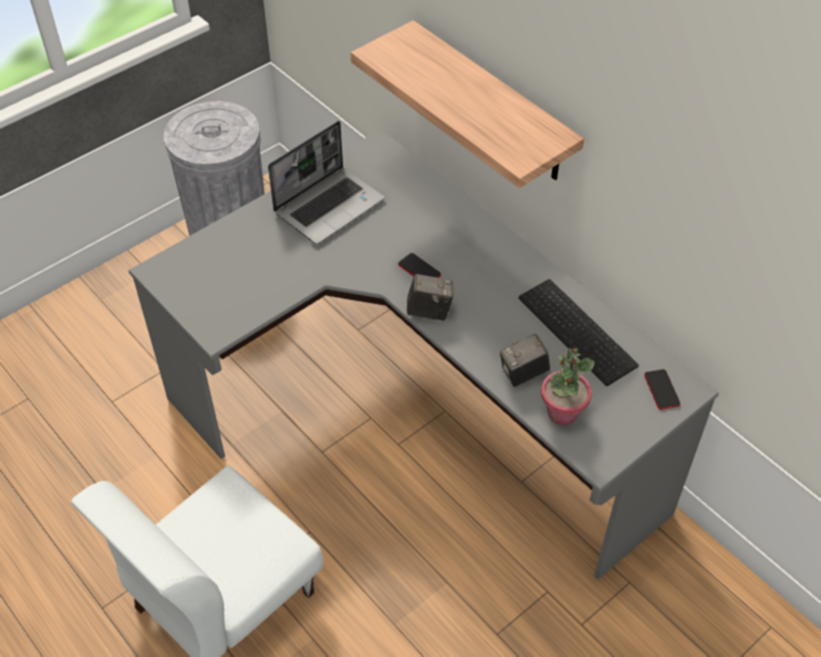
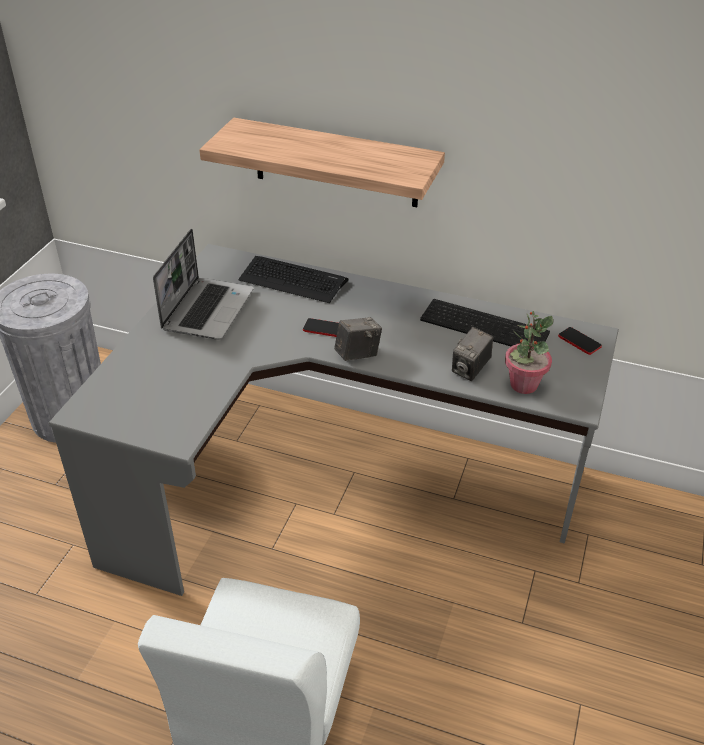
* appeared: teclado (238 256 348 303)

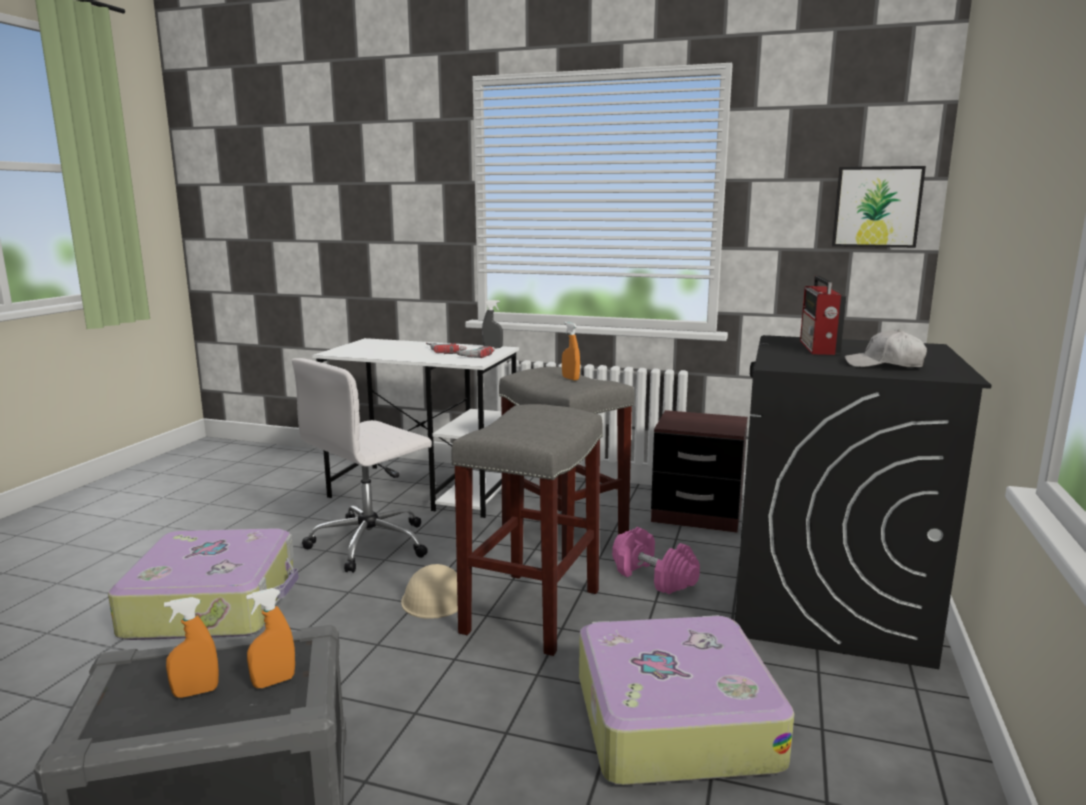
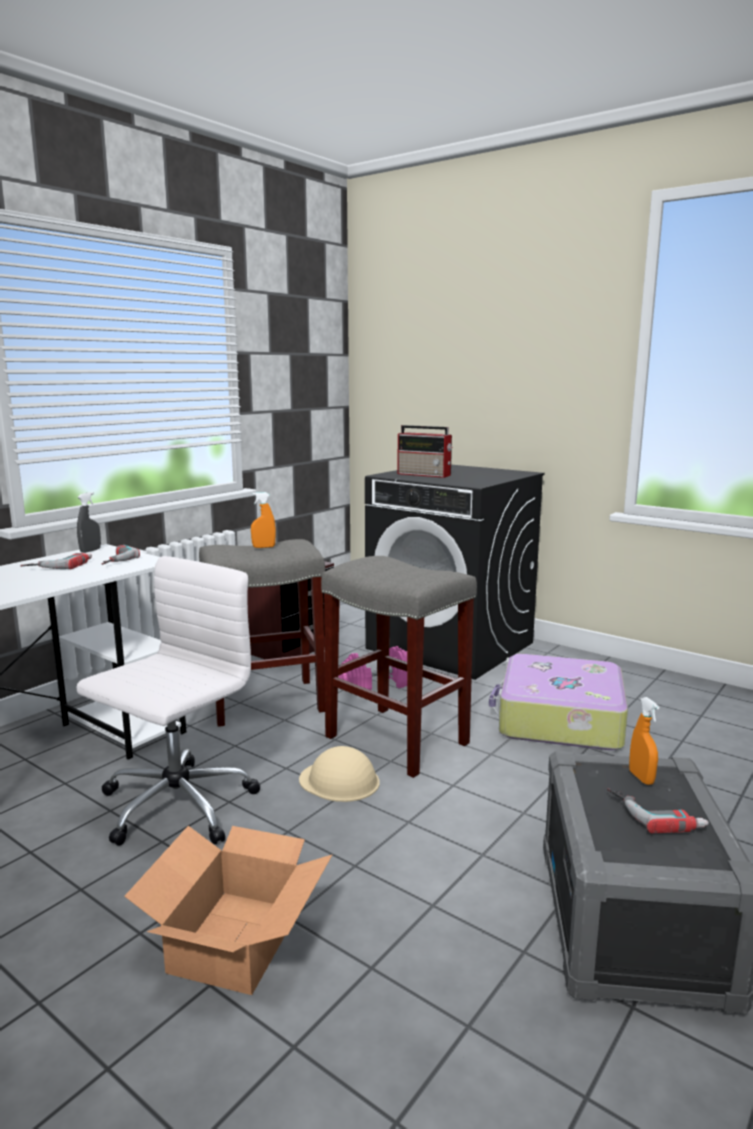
* spun: silla de oficina [blanco] (292 358 432 573) = (77 556 260 846) 120 degrees counterclockwise
* exchanged: maleta (108 528 299 640) to caja de cartón (124 826 332 995)
* exchanged: pulverizador [naranja] (164 597 219 698) to taladro (607 788 709 833)
* missing: cuadro (832 166 926 248)
* missing: gorra [blanco] (844 329 927 367)

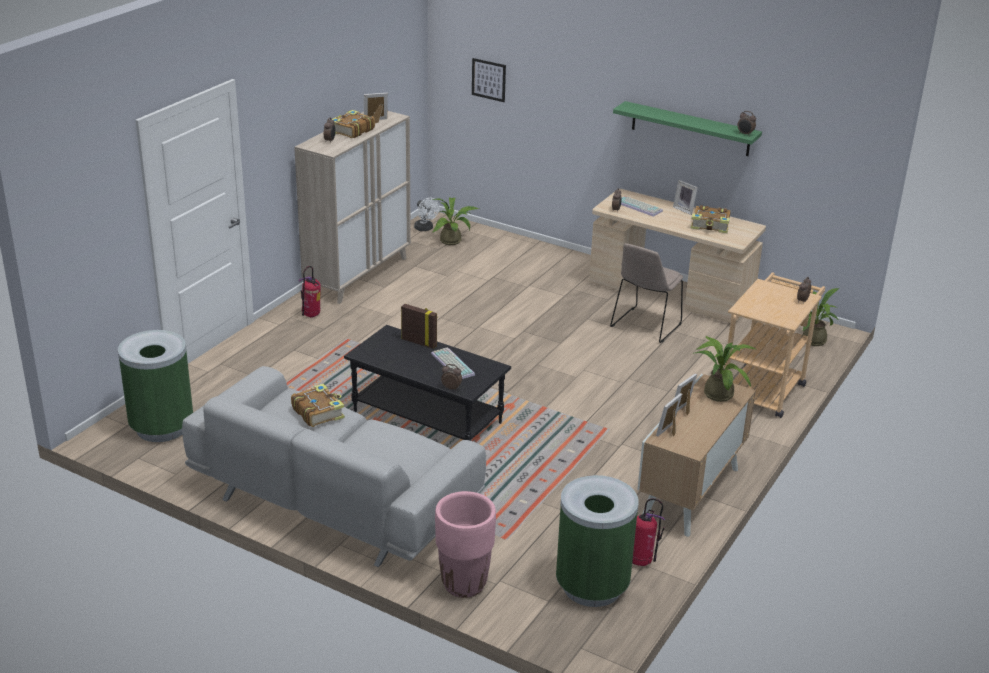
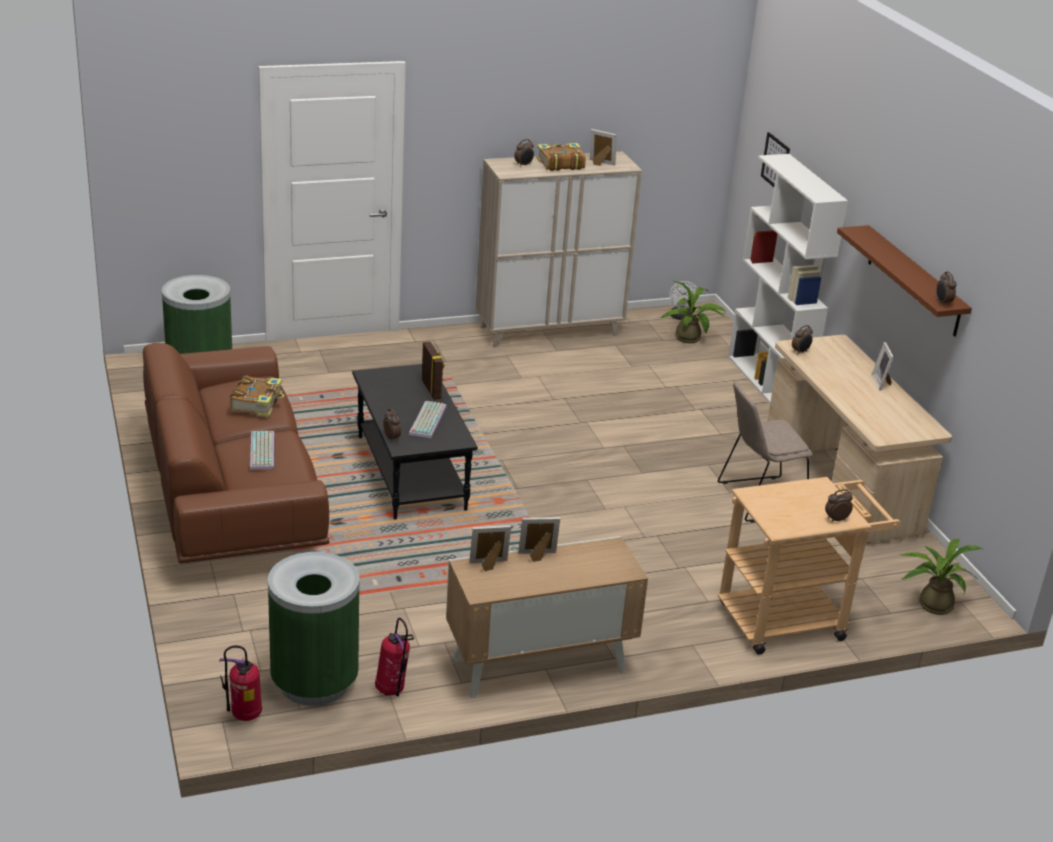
* colour: sofá [gris] (182 366 486 567) to sofá [marrón] (143 343 330 564)
* relocated: extintor (298 266 321 317) to (219 645 262 721)
* relocated: teclado (621 196 663 217) to (250 431 274 469)
* appeared: estantería [blanco] (728 154 848 403)
* colour: estante [verde] (613 101 762 156) to estante [marrón] (837 225 972 337)
* missing: maceta [rosa] (435 491 496 598)
* missing: libro (691 205 731 233)
* missing: planta en maceta (695 336 757 402)

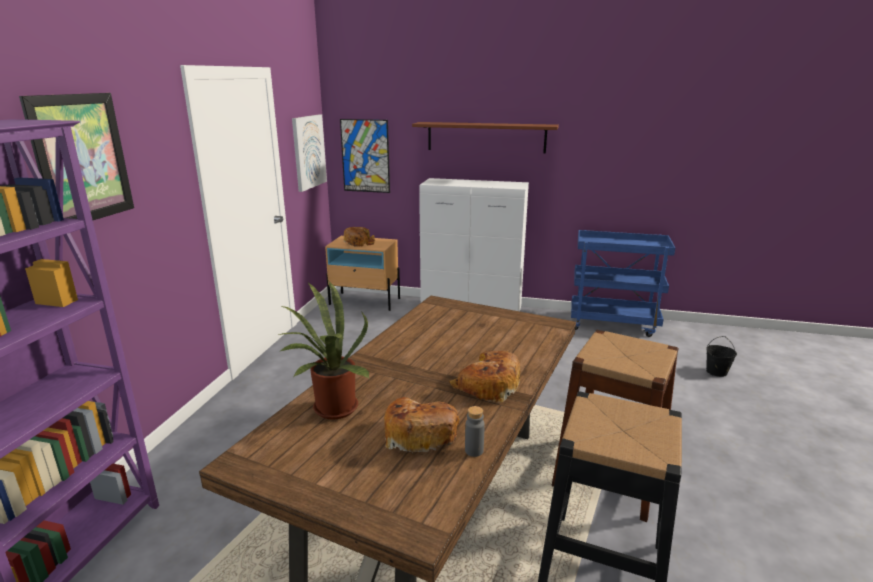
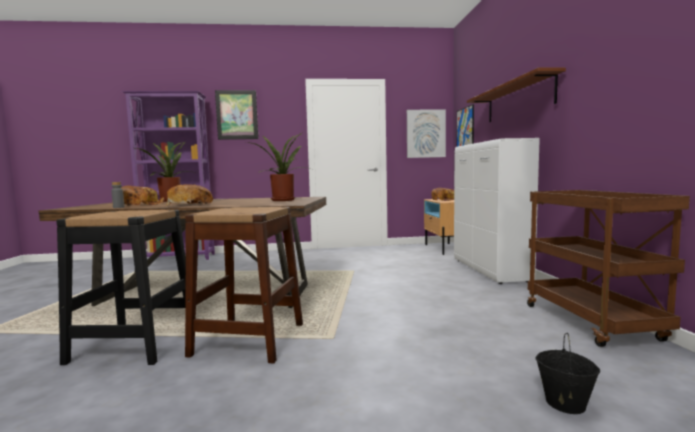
* appeared: planta en maceta (246 134 307 201)
* colour: carrito [azul] (571 230 675 337) to carrito [marrón] (527 190 690 347)

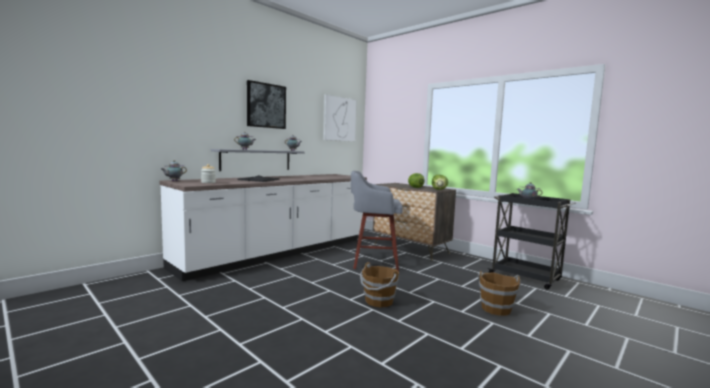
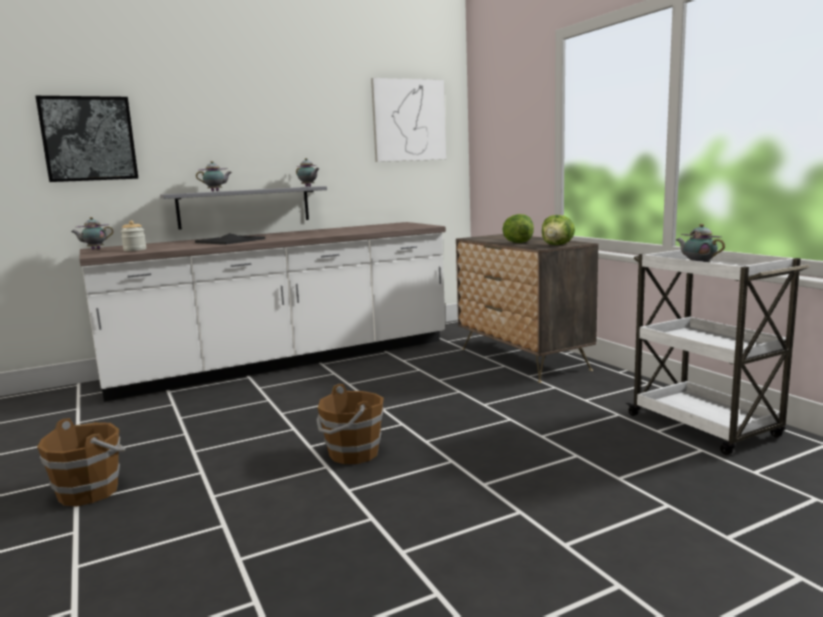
* relocated: cuadro (247 80 286 129) to (36 96 139 182)
* relocated: cubo [marrón] (478 271 521 316) to (37 418 125 507)
* colour: carrito [negro] (487 193 576 290) to carrito [blanco] (626 250 810 455)
* missing: taburete [gris] (351 171 403 271)

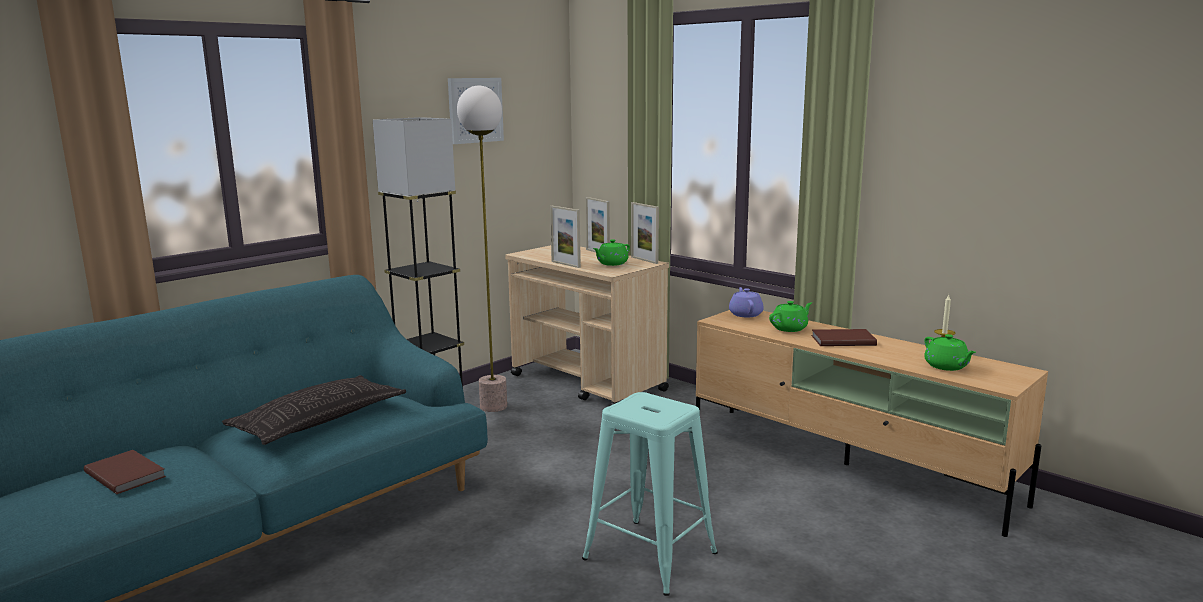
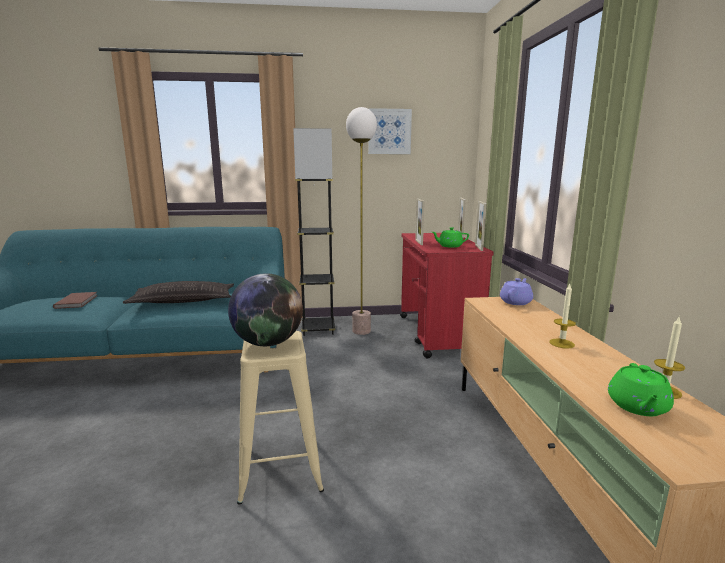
* appeared: globo terráqueo (228 273 303 346)
* colour: taburete [turquesa] (582 392 718 596) to taburete [beis] (237 331 324 505)
* colour: carrito [beis] (505 245 669 406) to carrito [rojo] (400 233 494 358)
* exchanged: libro [marrón] (811 329 877 346) to vela (549 284 576 349)
* missing: tetera [verde] (769 301 812 332)

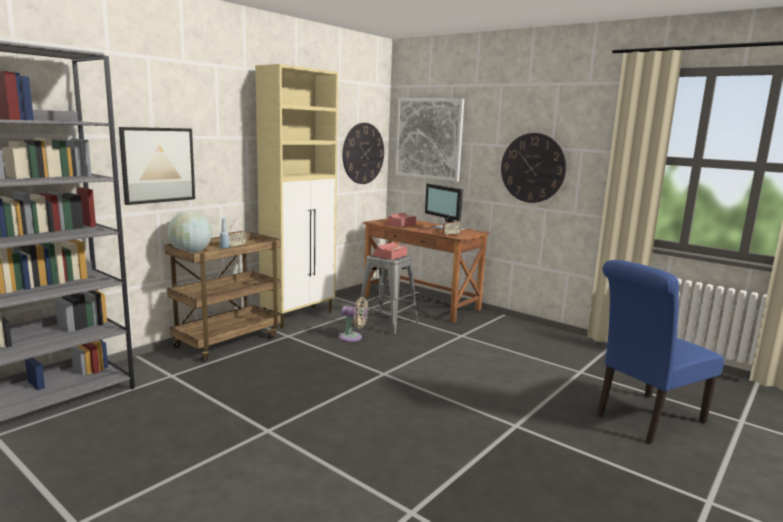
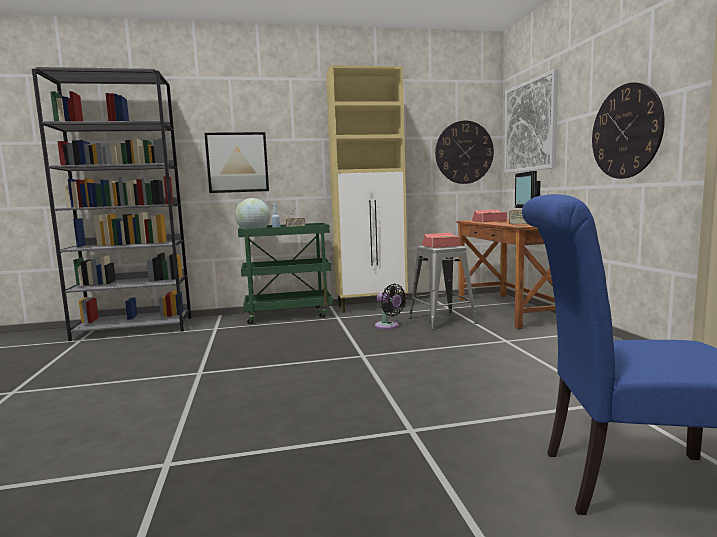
* colour: carrito [marrón] (165 232 281 362) to carrito [verde] (238 223 333 324)
* colour: ventilador [beis] (339 297 368 342) to ventilador [negro] (375 284 406 329)

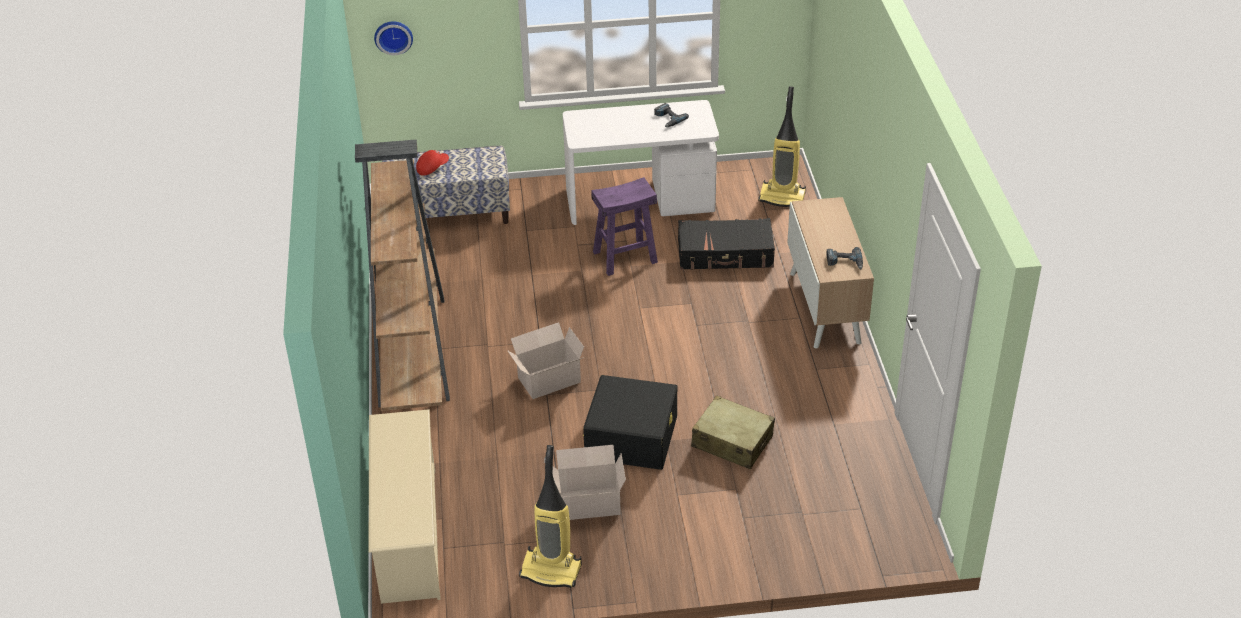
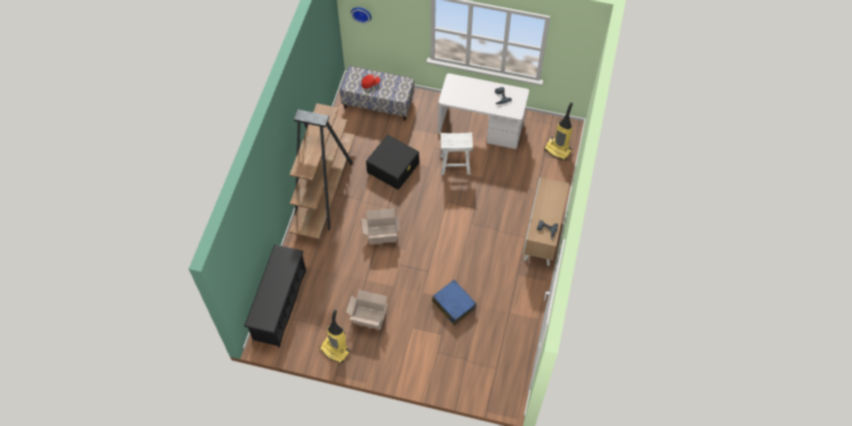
* colour: zapatero [beis] (369 409 441 604) to zapatero [negro] (244 244 306 348)
* relocated: caja de almacenaje [negro] (583 375 677 470) to (366 135 419 190)
* colour: maleta [beis] (691 395 775 469) to maleta [azul] (432 280 477 326)
* colour: taburete [morado] (591 177 658 276) to taburete [blanco] (440 132 473 175)
* missing: maleta [negro] (678 218 775 270)

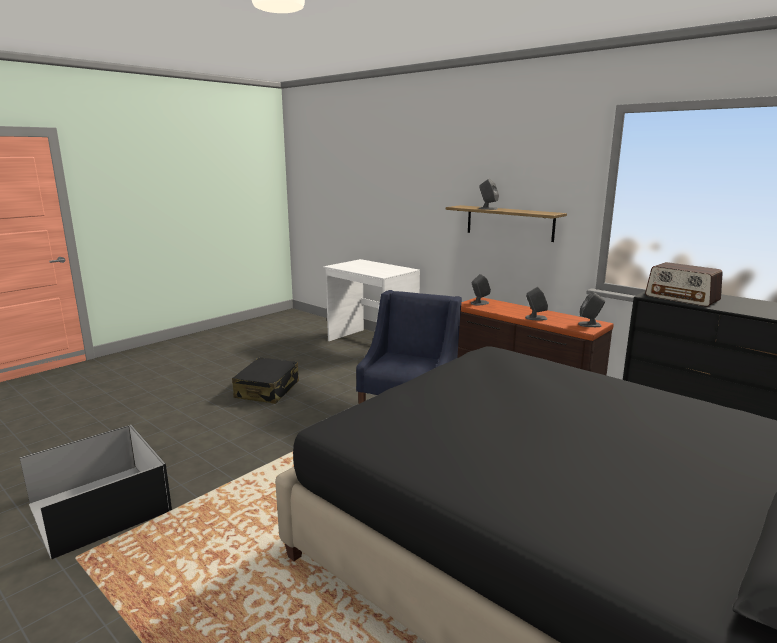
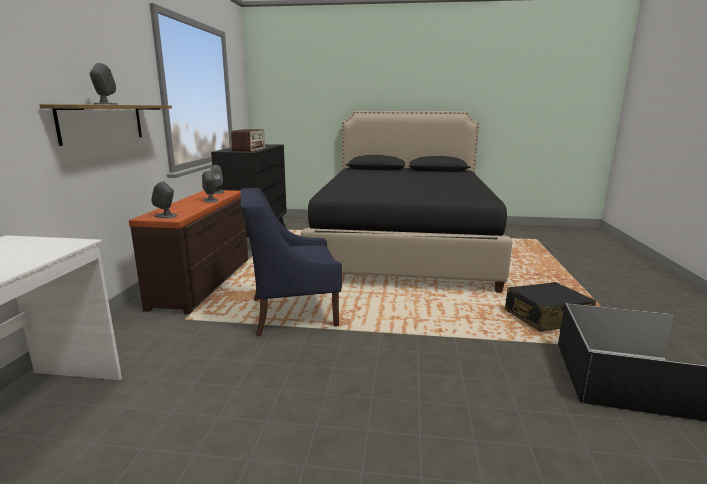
* relocated: maleta [negro] (232 358 299 404) to (505 282 596 332)

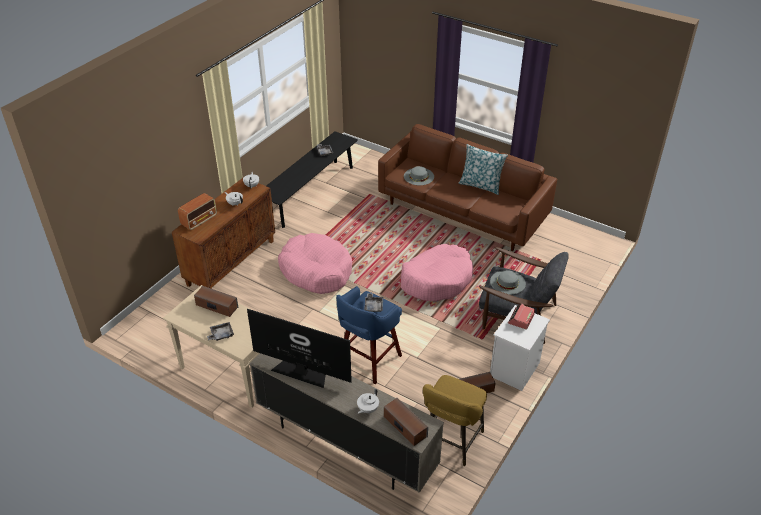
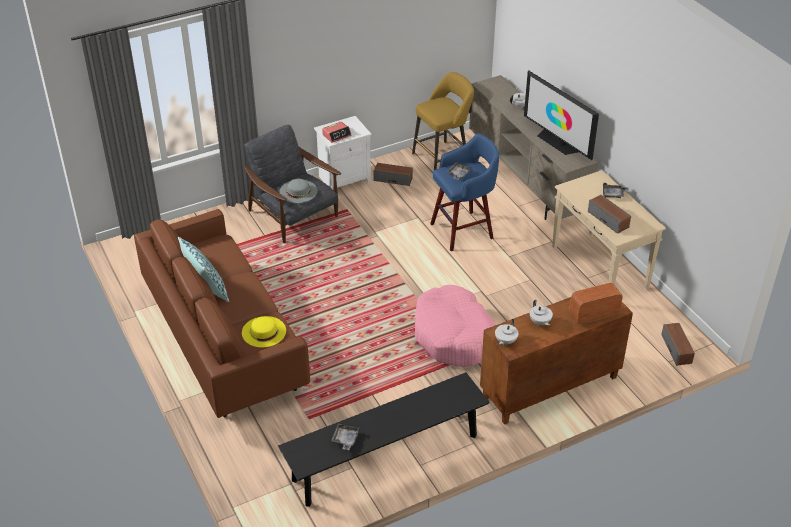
* colour: sombrero [gris] (404 166 434 185) to sombrero [amarillo] (242 316 286 348)
* relocated: altavoz (384 398 428 446) to (661 323 695 366)
* missing: cama para perro [rosa] (401 244 473 301)

